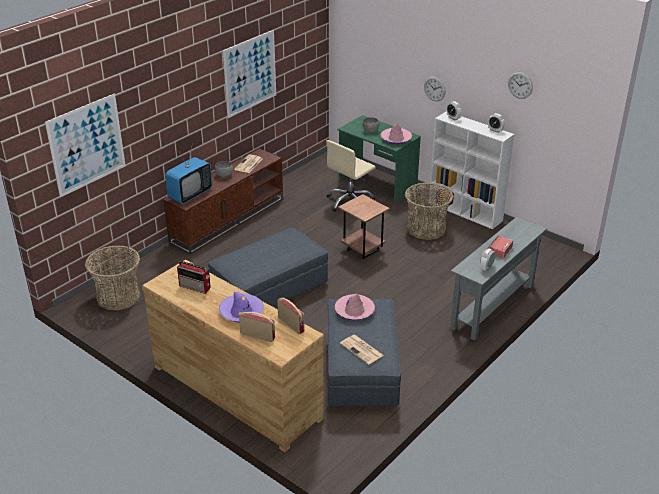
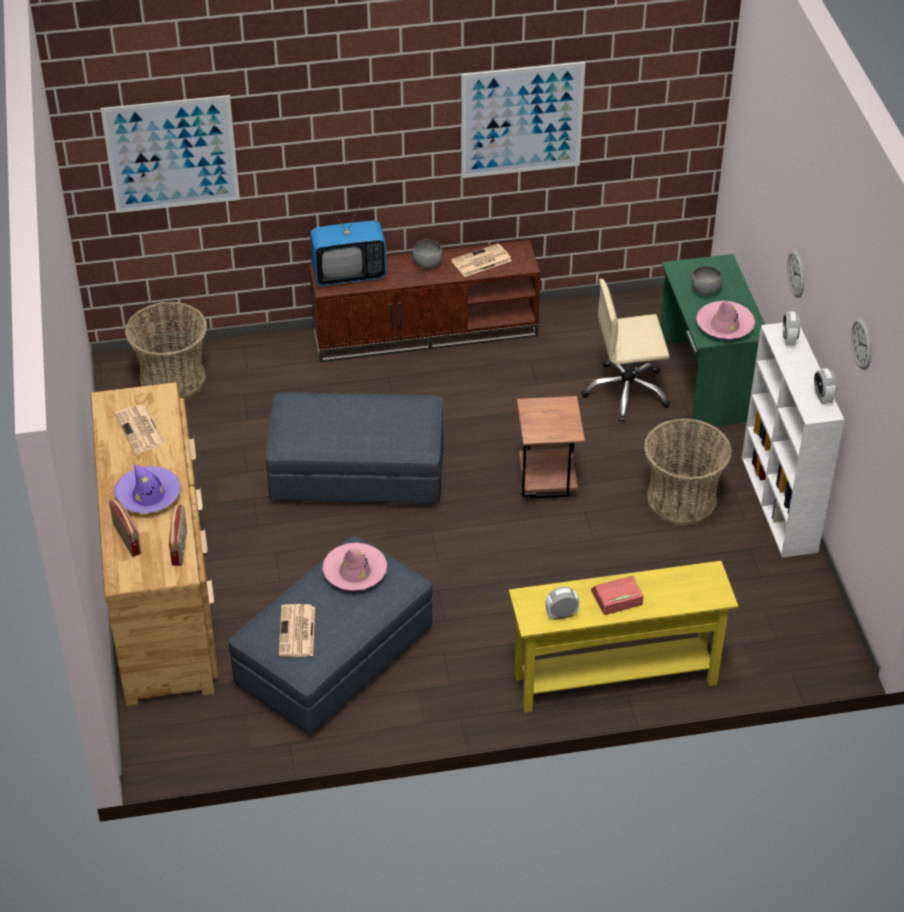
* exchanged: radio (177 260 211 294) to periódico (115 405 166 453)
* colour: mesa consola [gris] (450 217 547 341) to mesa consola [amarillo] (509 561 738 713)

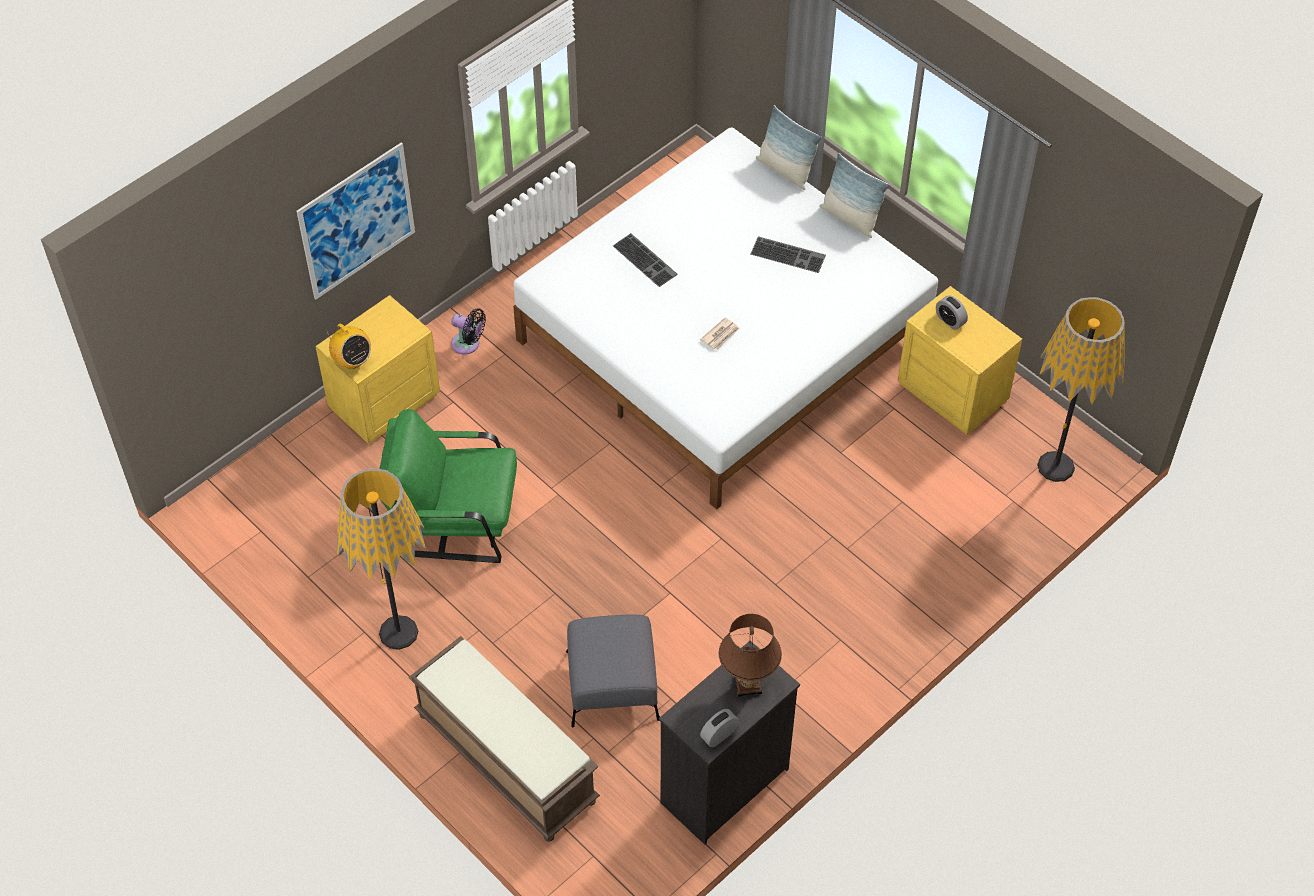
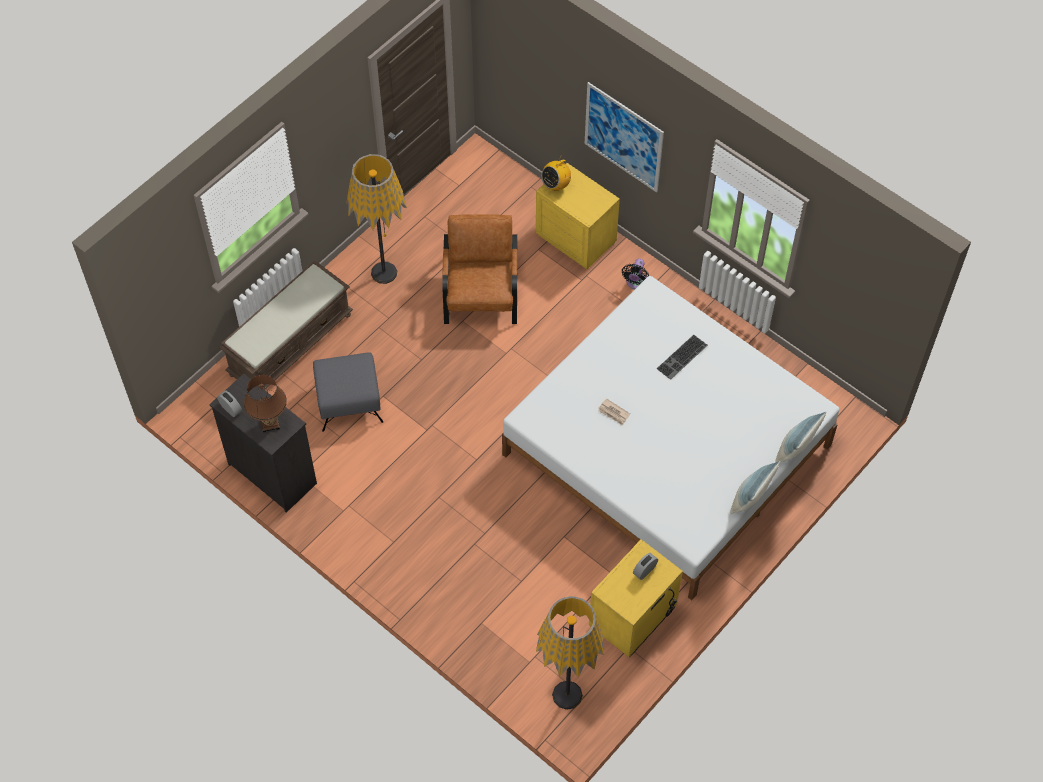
* colour: sillón [verde] (379 409 517 563) to sillón [marrón] (442 214 517 324)
* missing: teclado (751 236 826 273)

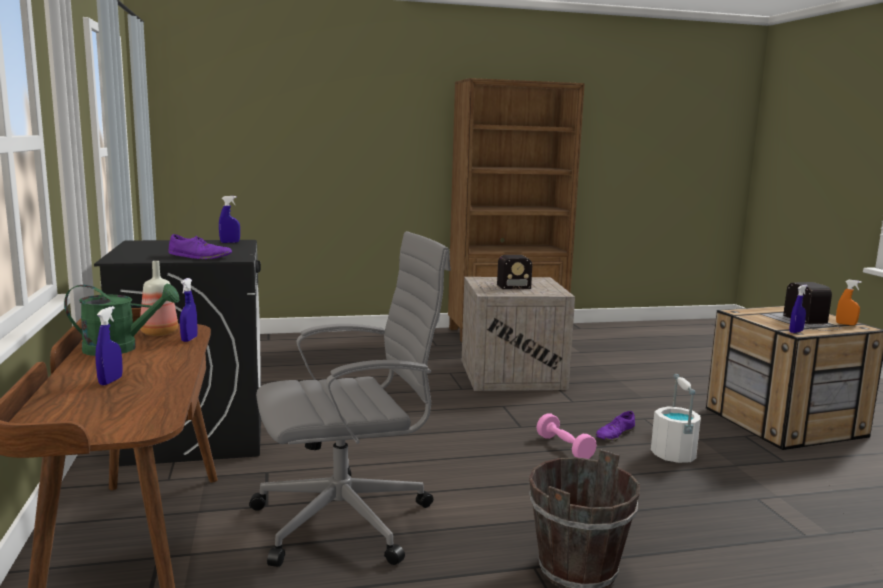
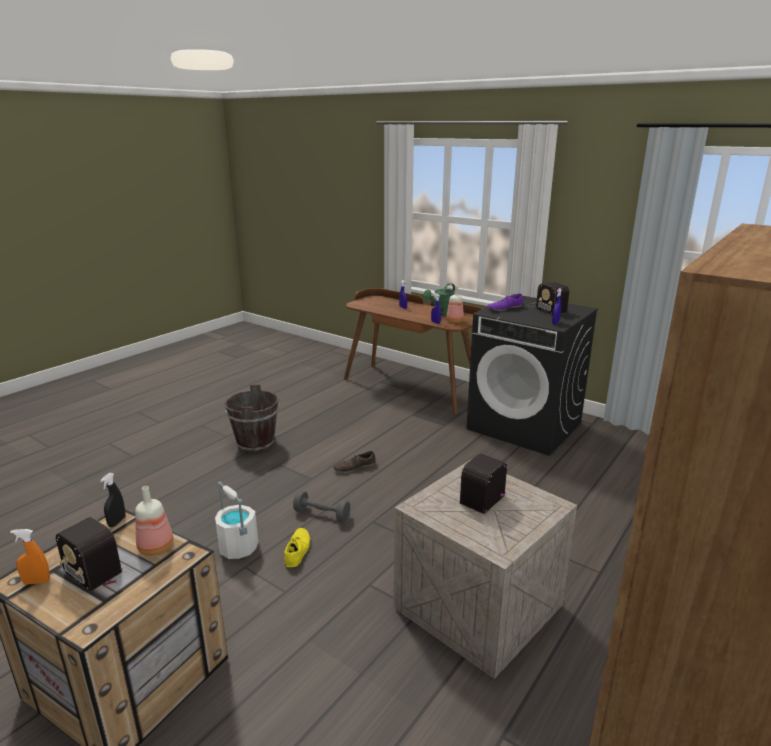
* colour: pulverizador [azul] (790 285 808 333) to pulverizador [negro] (100 473 125 527)
* appeared: botella (135 486 174 556)
* colour: zapato [morado] (595 411 635 441) to zapato [amarillo] (284 528 311 567)
* colour: mancuerna [rosa] (537 413 597 459) to mancuerna [gris] (293 490 350 522)
* appeared: zapato [marrón] (333 451 375 473)
* appeared: radio (529 282 569 315)
* missing: silla de oficina [gris] (249 231 451 567)

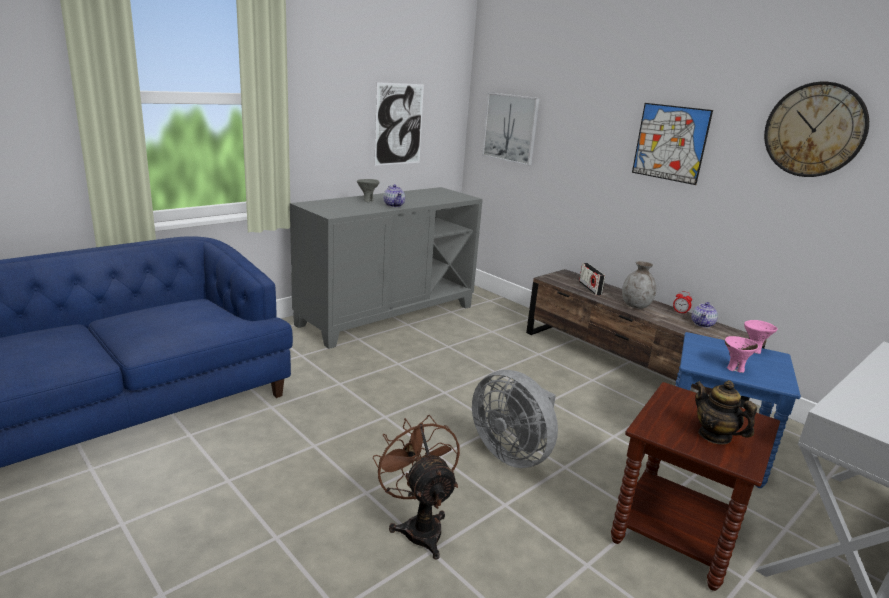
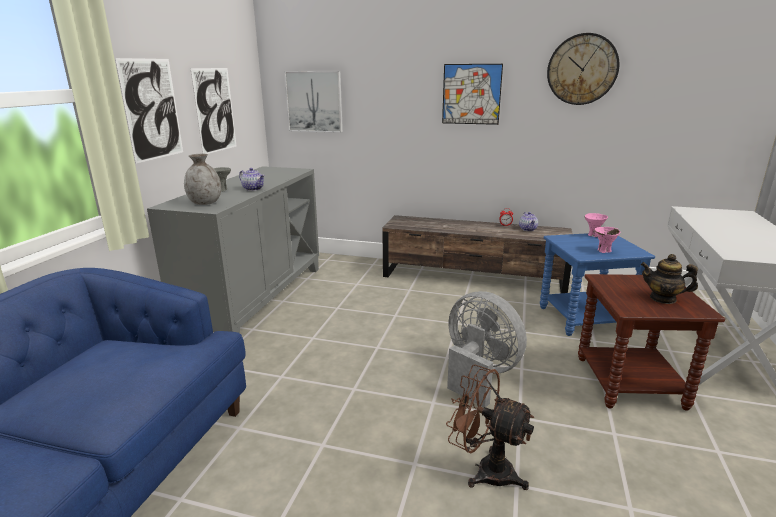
* appeared: cuadro (115 58 183 164)
* relocated: florero [gris] (622 261 656 309) to (184 154 221 205)
* spun: ventilador [gris] (472 370 558 468) = (447 291 527 407) 150 degrees counterclockwise
* missing: radio (579 263 605 295)

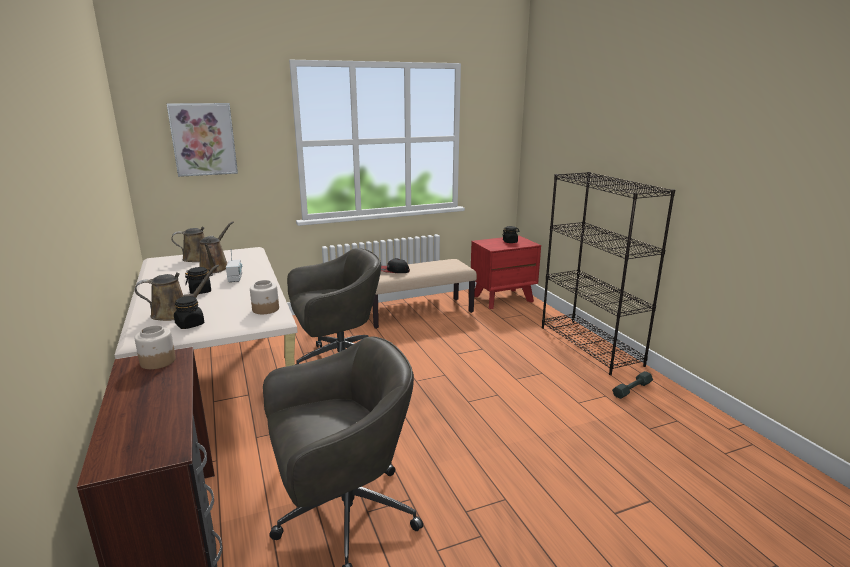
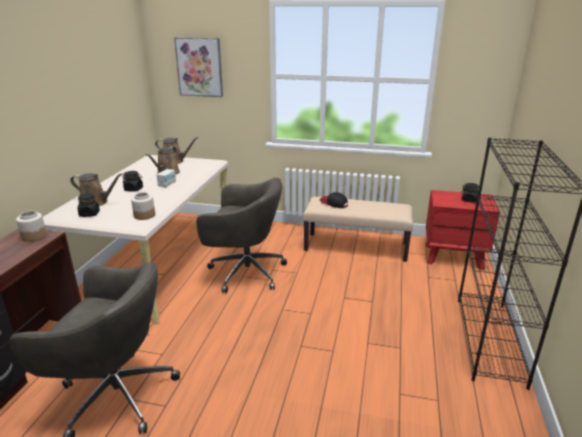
* missing: mancuerna [gris] (612 371 653 399)

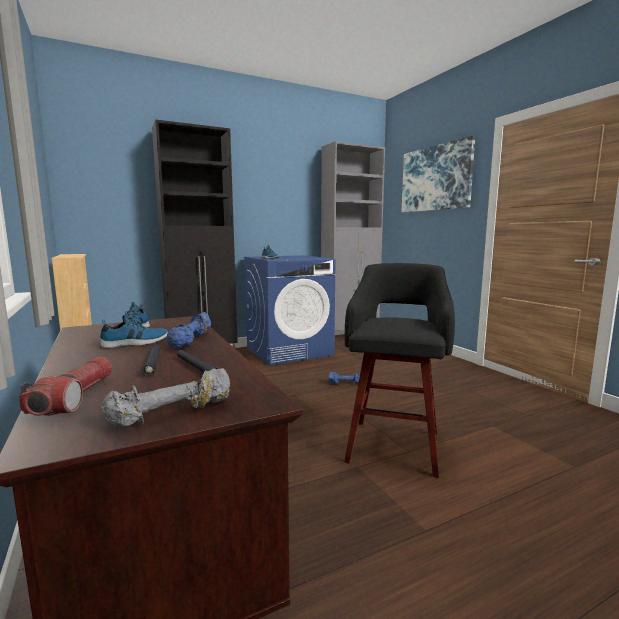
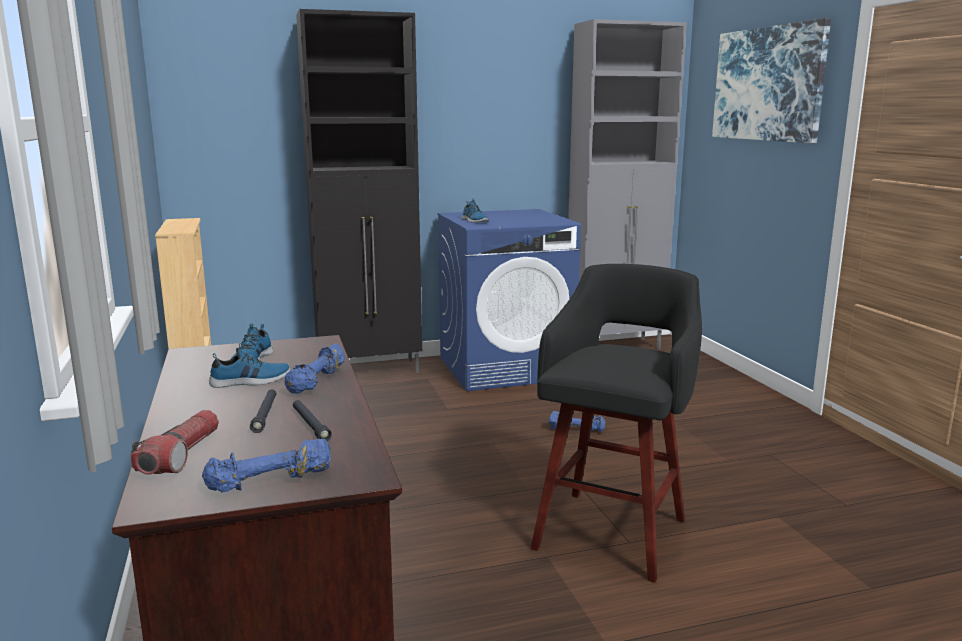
* colour: mancuerna [gris] (100 368 230 426) to mancuerna [azul] (202 439 331 492)

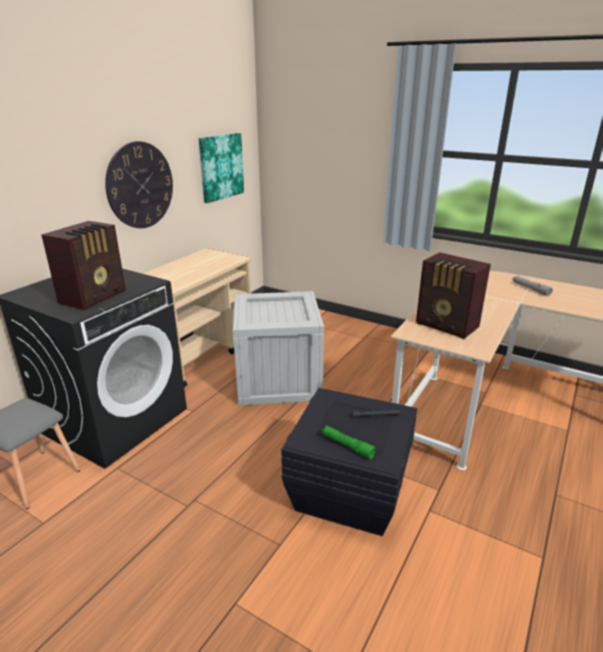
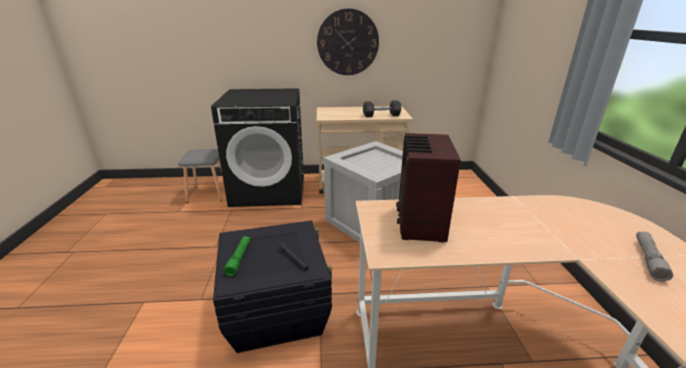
* appeared: mancuerna [gris] (363 100 401 117)
* missing: radio (41 221 126 311)
* missing: cuadro (199 133 244 203)

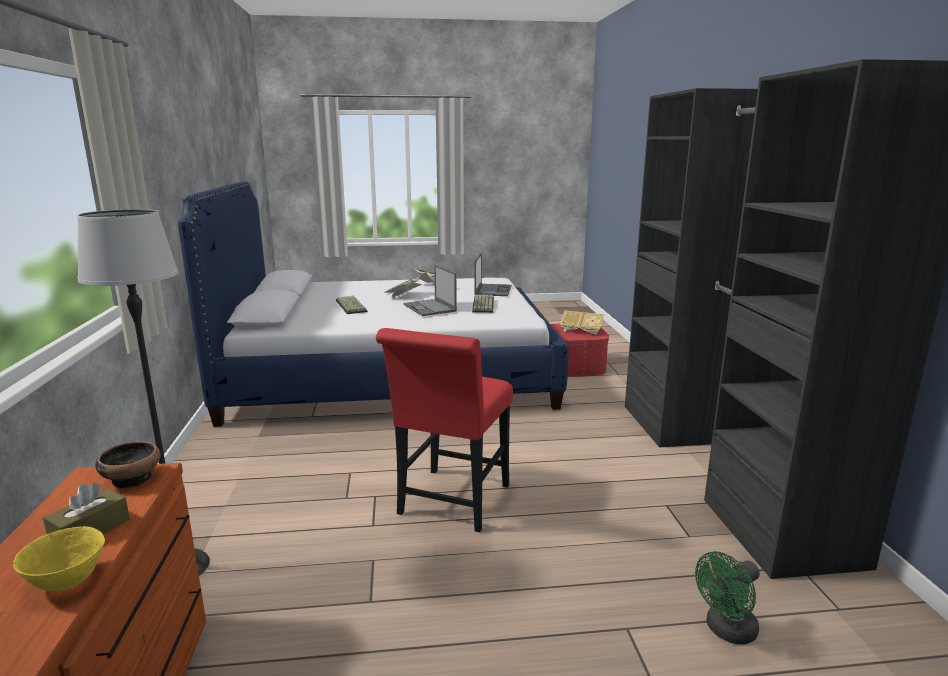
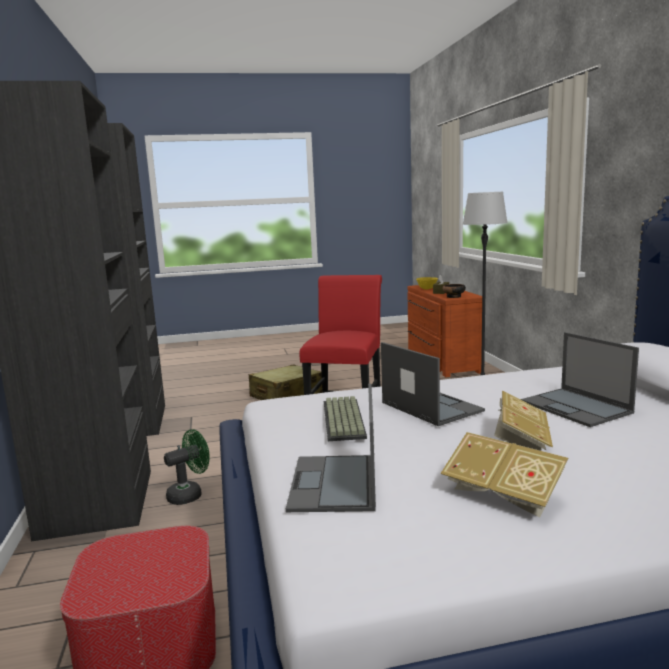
* relocated: ventilador [verde] (695 551 760 644) to (164 429 209 505)
* appeared: maleta [beis] (249 364 323 400)
* exchanged: teclado (336 296 368 314) to portátil (521 332 639 427)
* missing: libro (560 310 604 335)

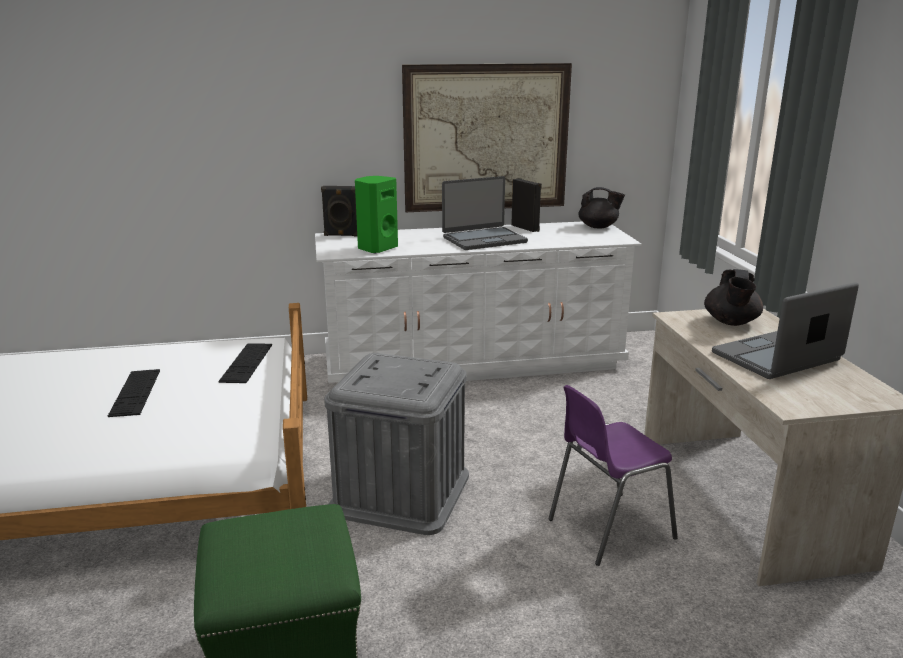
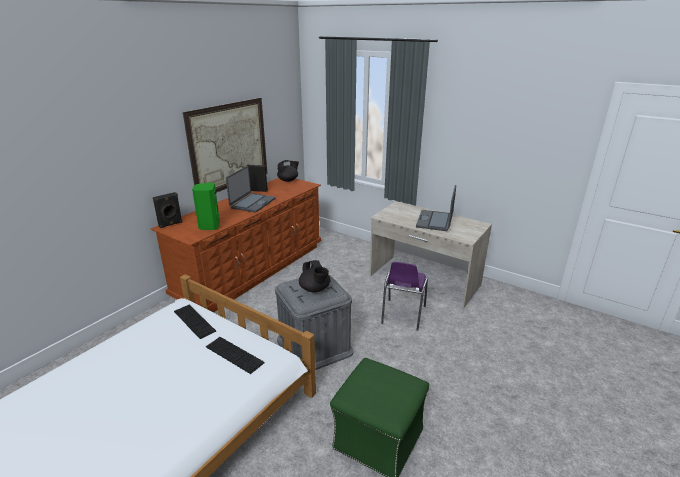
* colour: cómoda [blanco] (315 222 642 383) to cómoda [marrón] (151 178 321 313)
* relocated: teclado (108 369 160 417) to (206 337 264 374)
* relocated: tetera [negro] (704 269 763 326) to (299 260 330 293)

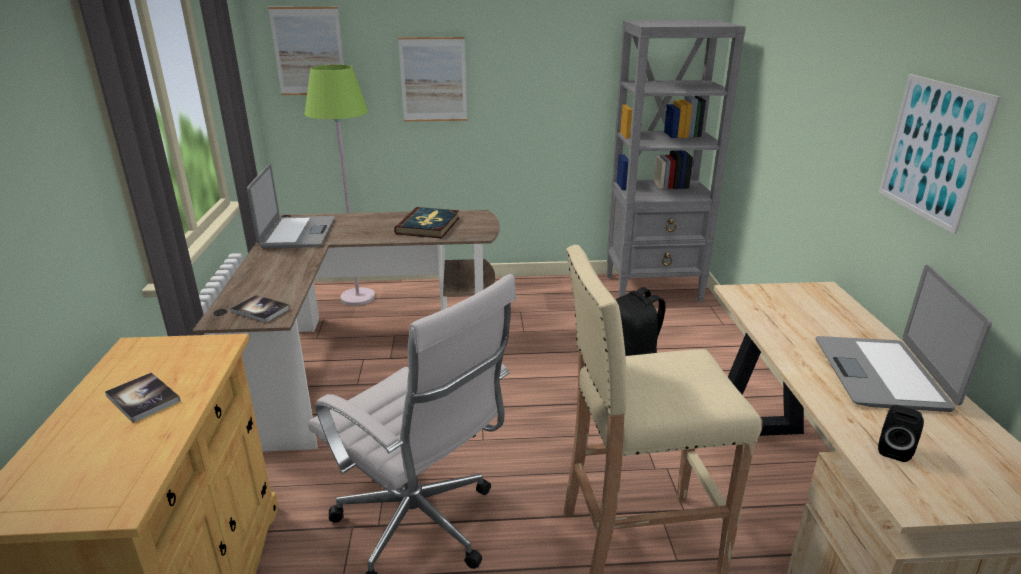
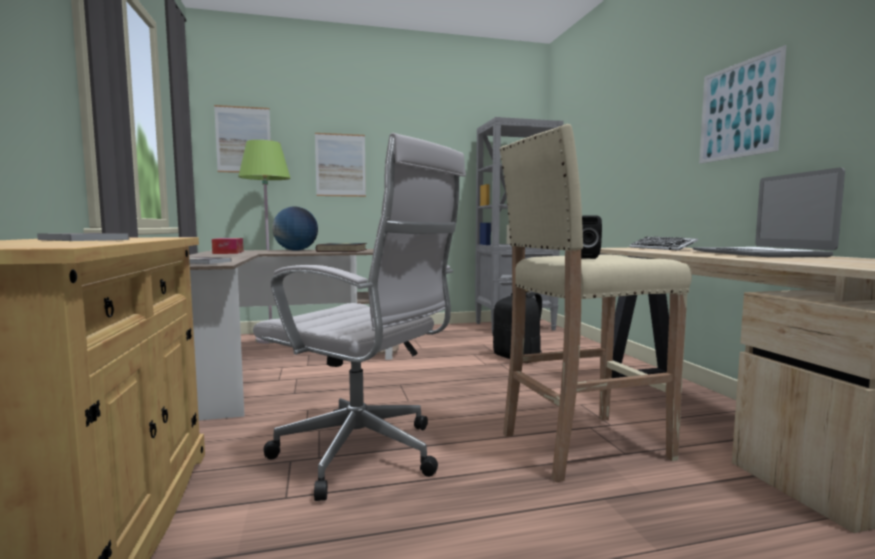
* exchanged: portátil (247 164 335 248) to caja de pañuelos (212 238 243 254)
* appeared: globo terráqueo (272 206 318 251)
* relocated: altavoz [negro] (878 405 924 462) to (581 215 602 259)
* appeared: teclado (629 237 698 251)

